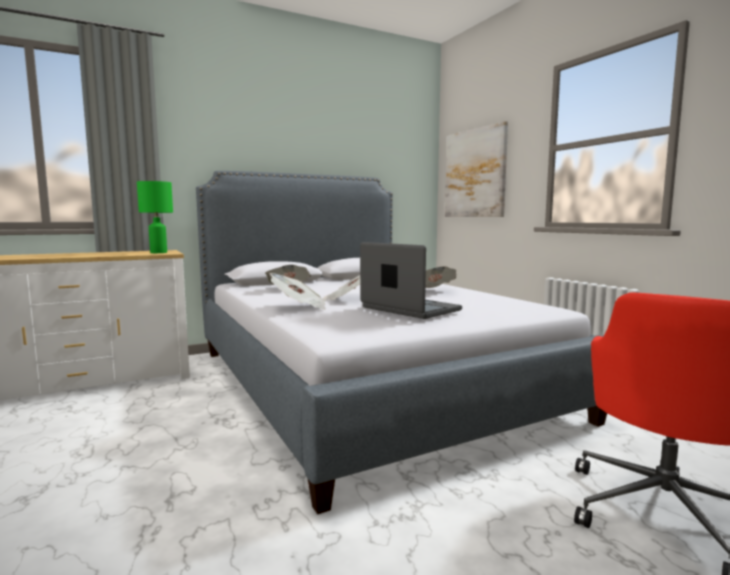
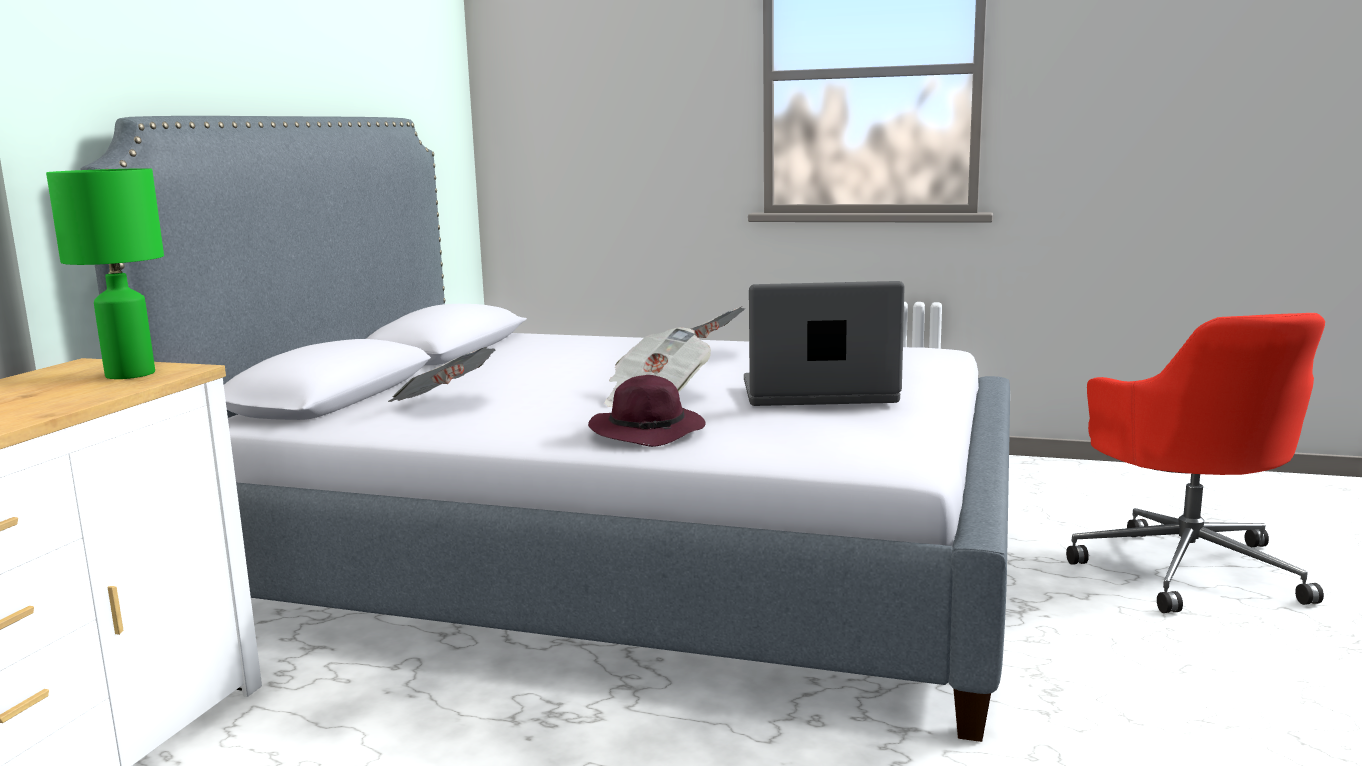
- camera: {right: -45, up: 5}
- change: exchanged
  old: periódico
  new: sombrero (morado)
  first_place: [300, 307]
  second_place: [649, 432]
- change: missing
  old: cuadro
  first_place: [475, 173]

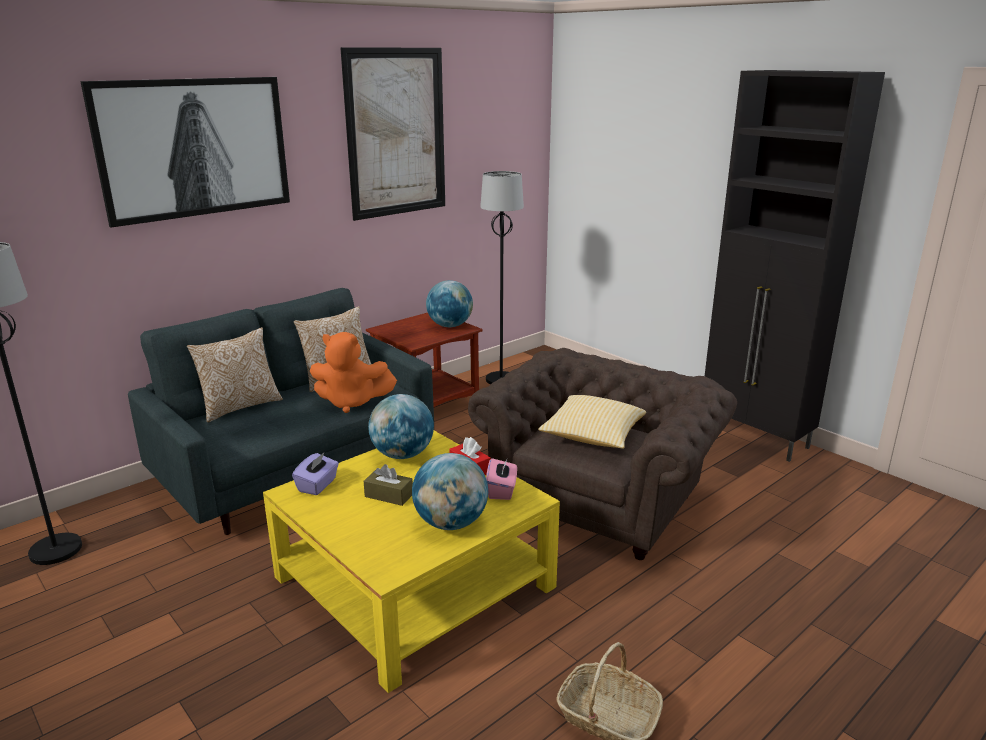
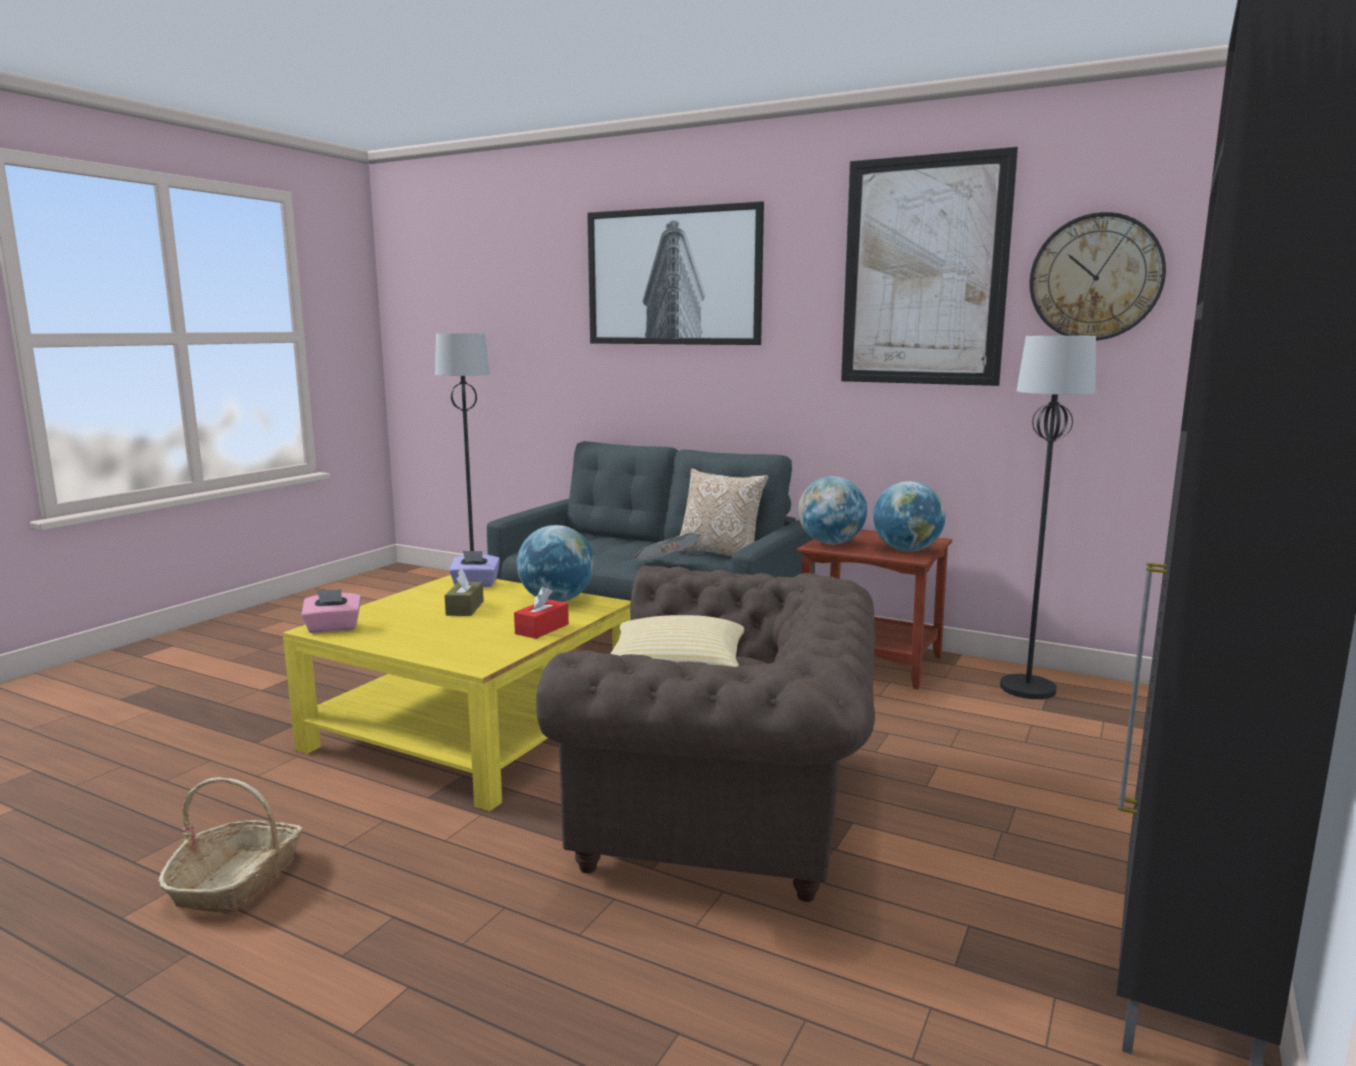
- camera: {right: 70, up: -10}
- change: relocated
  old: caja de pañuelos (rosa)
  first_place: [501, 490]
  second_place: [333, 628]
- change: exchanged
  old: peluche (naranja)
  new: periódico
  first_place: [351, 402]
  second_place: [666, 566]
- change: relocated
  old: globo terráqueo
  first_place: [450, 523]
  second_place: [830, 543]
- change: appeared
  new: reloj de pared
  second_place: [1095, 277]
- change: missing
  old: cojín
  first_place: [240, 406]

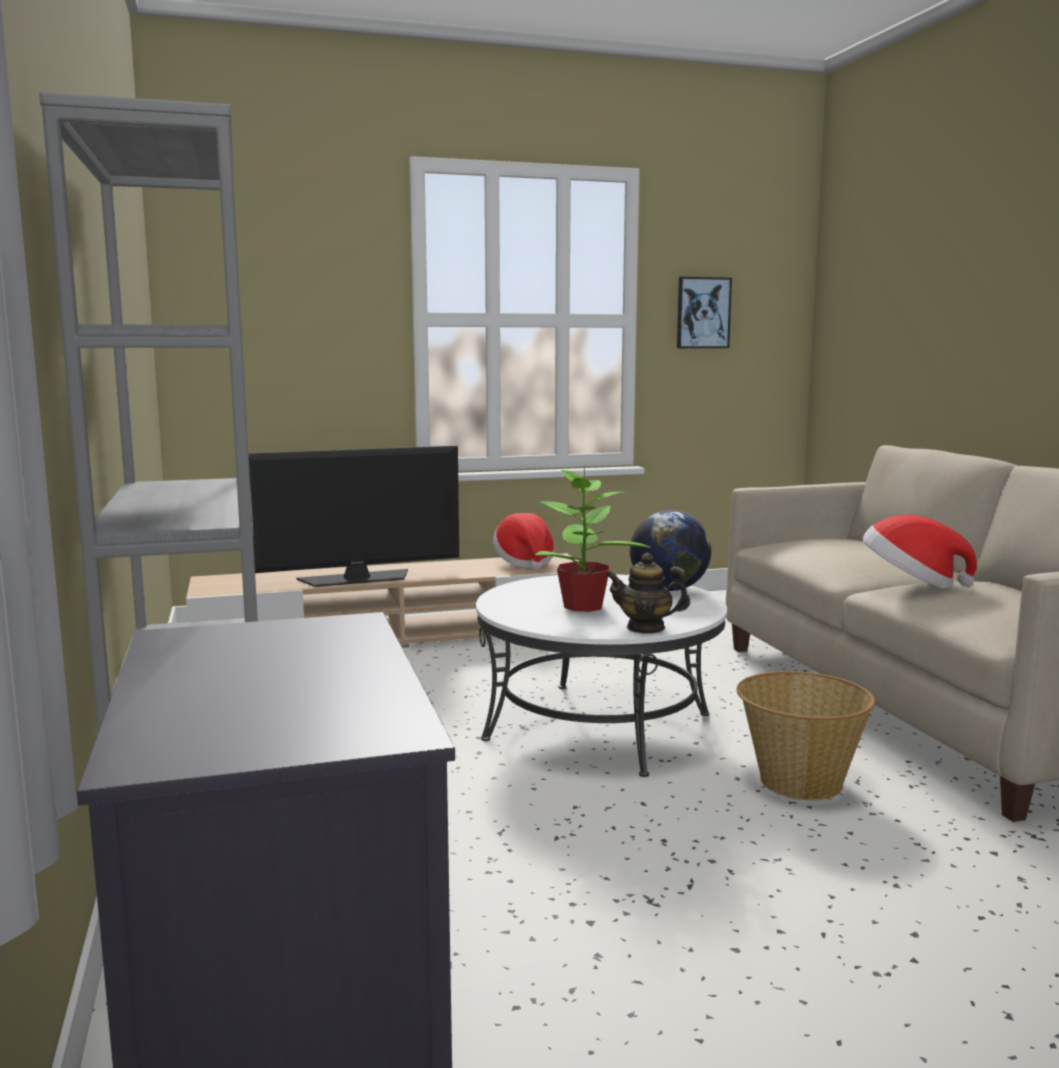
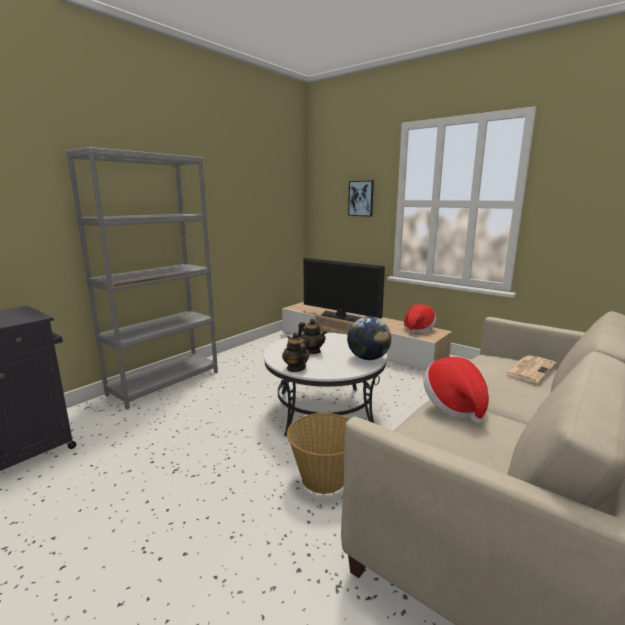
- camera: {right: 55, up: 5}
- change: exchanged
  old: planta en maceta
  new: tetera
  first_place: [583, 606]
  second_place: [312, 351]
- change: relocated
  old: cuadro
  first_place: [703, 313]
  second_place: [361, 198]
- change: appeared
  new: periódico
  second_place: [530, 369]

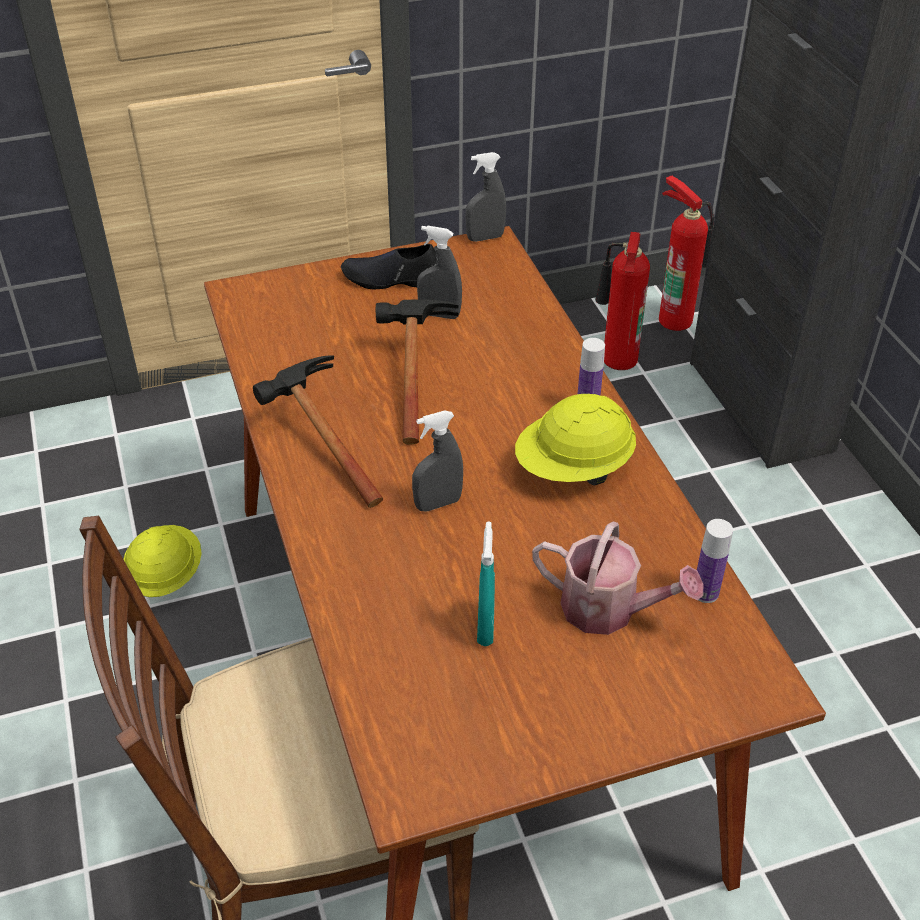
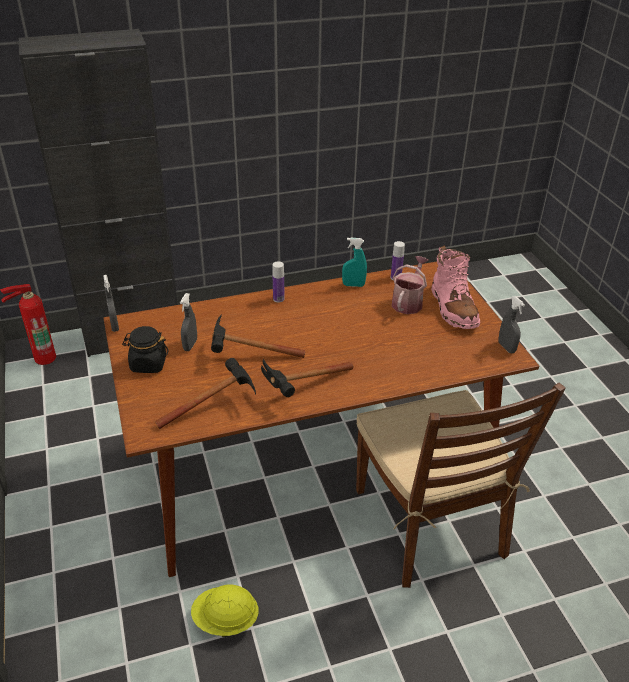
- camera: {right: -90, up: -5}
- change: exchanged
  old: zapato (negro)
  new: tarro (negro)
  first_place: [391, 278]
  second_place: [148, 364]
- change: appeared
  new: martillo
  second_place: [216, 405]
- change: relocated
  old: pulverizador (turquesa)
  first_place: [485, 627]
  second_place: [353, 285]
- change: appeared
  new: bota (rosa)
  second_place: [453, 308]
- change: relocated
  old: pulverizador (gris)
  first_place: [438, 503]
  second_place: [506, 347]
- change: missing
  old: casco (amarillo)
  first_place: [573, 468]
- change: missing
  old: extintor
  first_place: [616, 361]

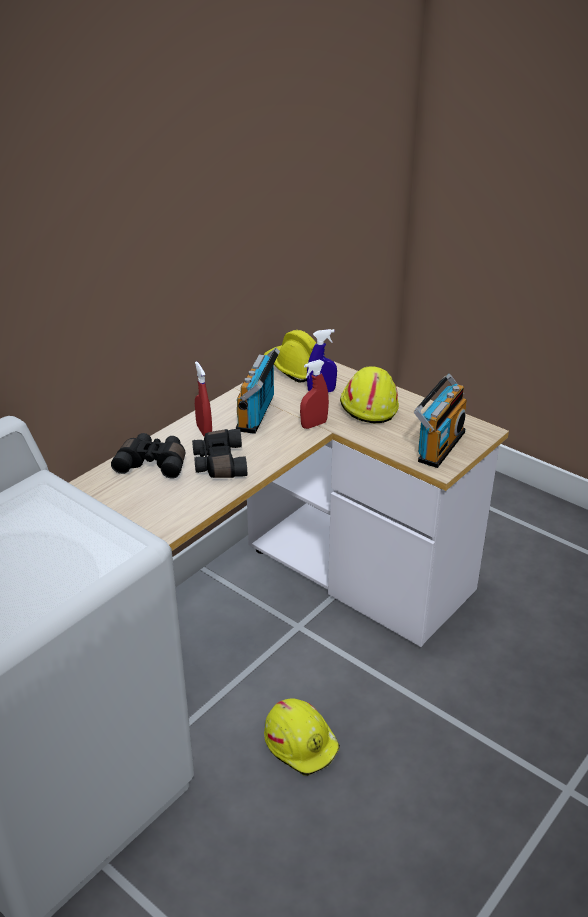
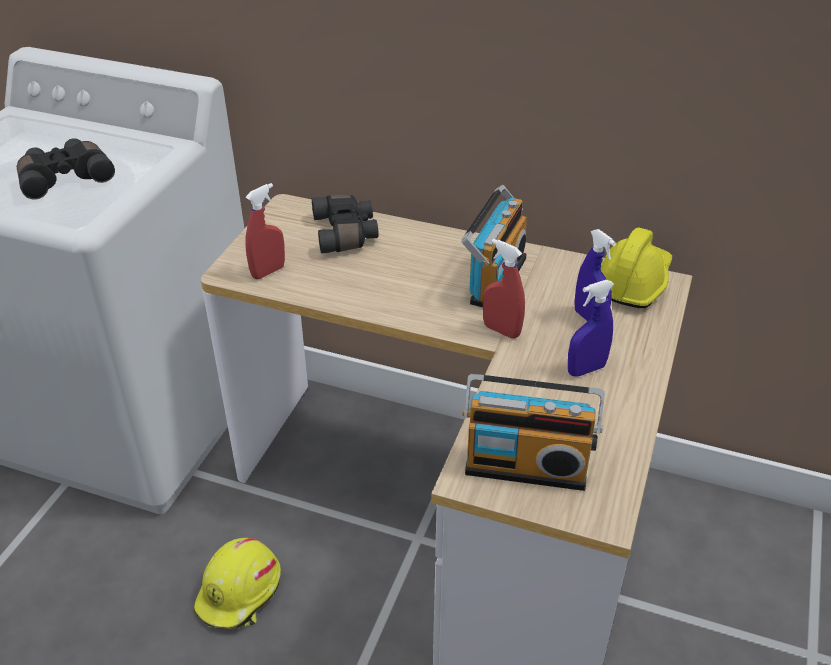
- camera: {right: 70, up: 5}
- change: relocated
  old: prismáticos (negro)
  first_place: [218, 463]
  second_place: [65, 178]
- change: relocated
  old: pulverizador (rojo)
  first_place: [204, 431]
  second_place: [268, 272]
- change: spun
  old: radio
  first_place: [258, 414]
  second_place: [493, 279]
  degrees: 120
- change: exchanged
  old: casco (amarillo)
  new: pulverizador (azul)
  first_place: [367, 405]
  second_place: [586, 369]

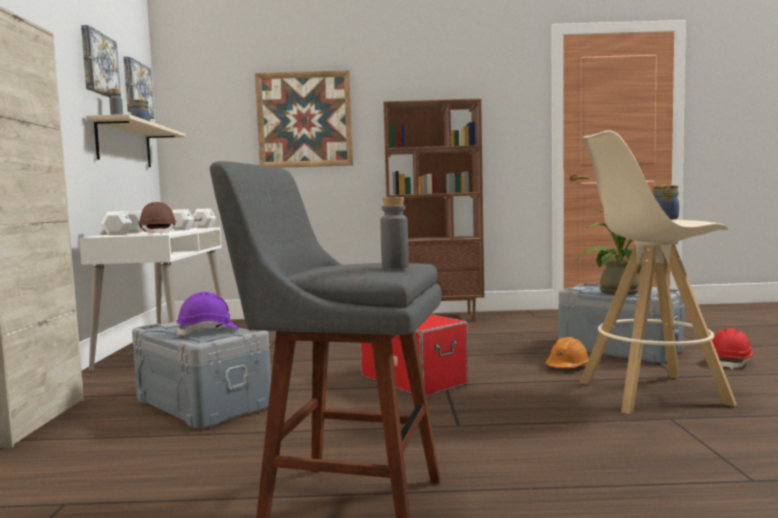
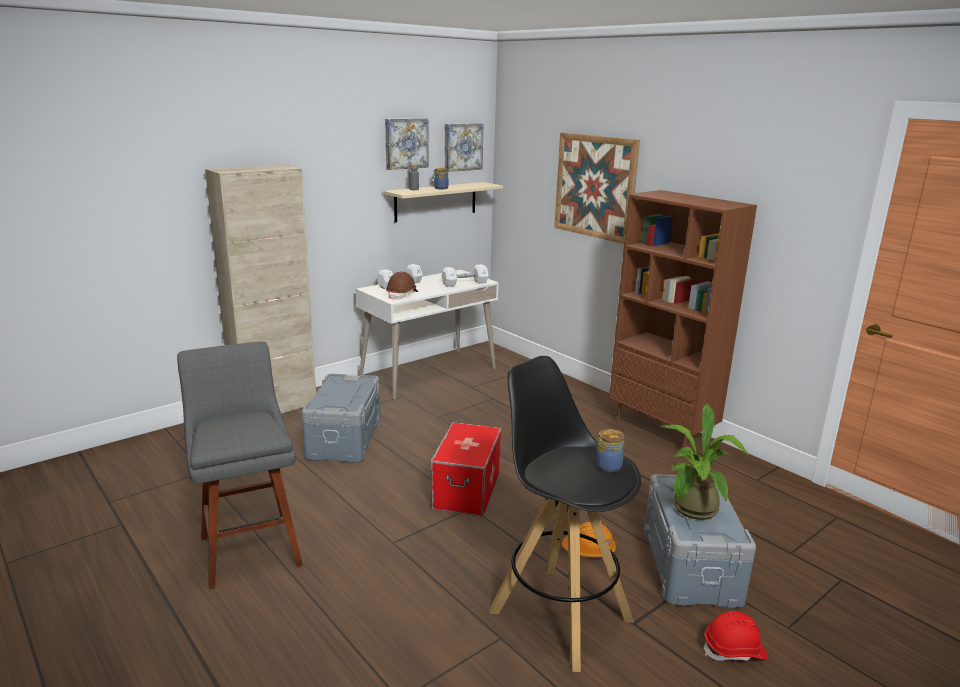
- camera: {right: 50, up: 15}
- change: colour
  old: taburete (beis)
  new: taburete (negro)
  first_place: [650, 393]
  second_place: [559, 614]
- change: missing
  old: casco (morado)
  first_place: [208, 331]
- change: missing
  old: botella (gris)
  first_place: [395, 267]

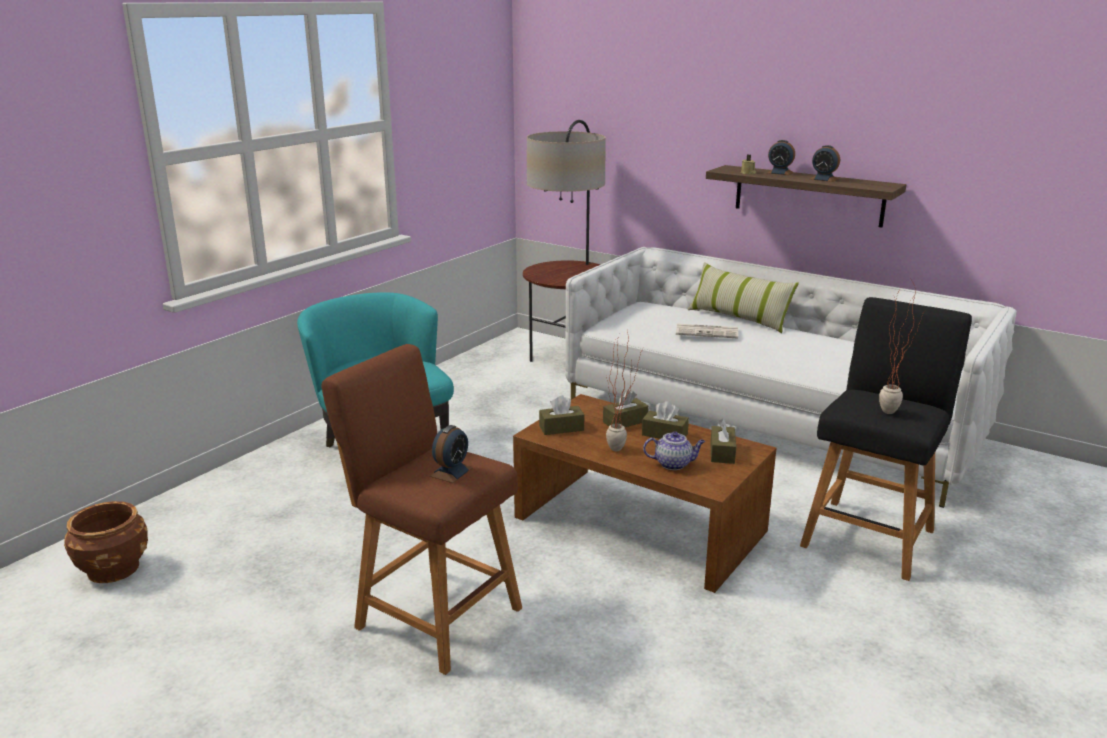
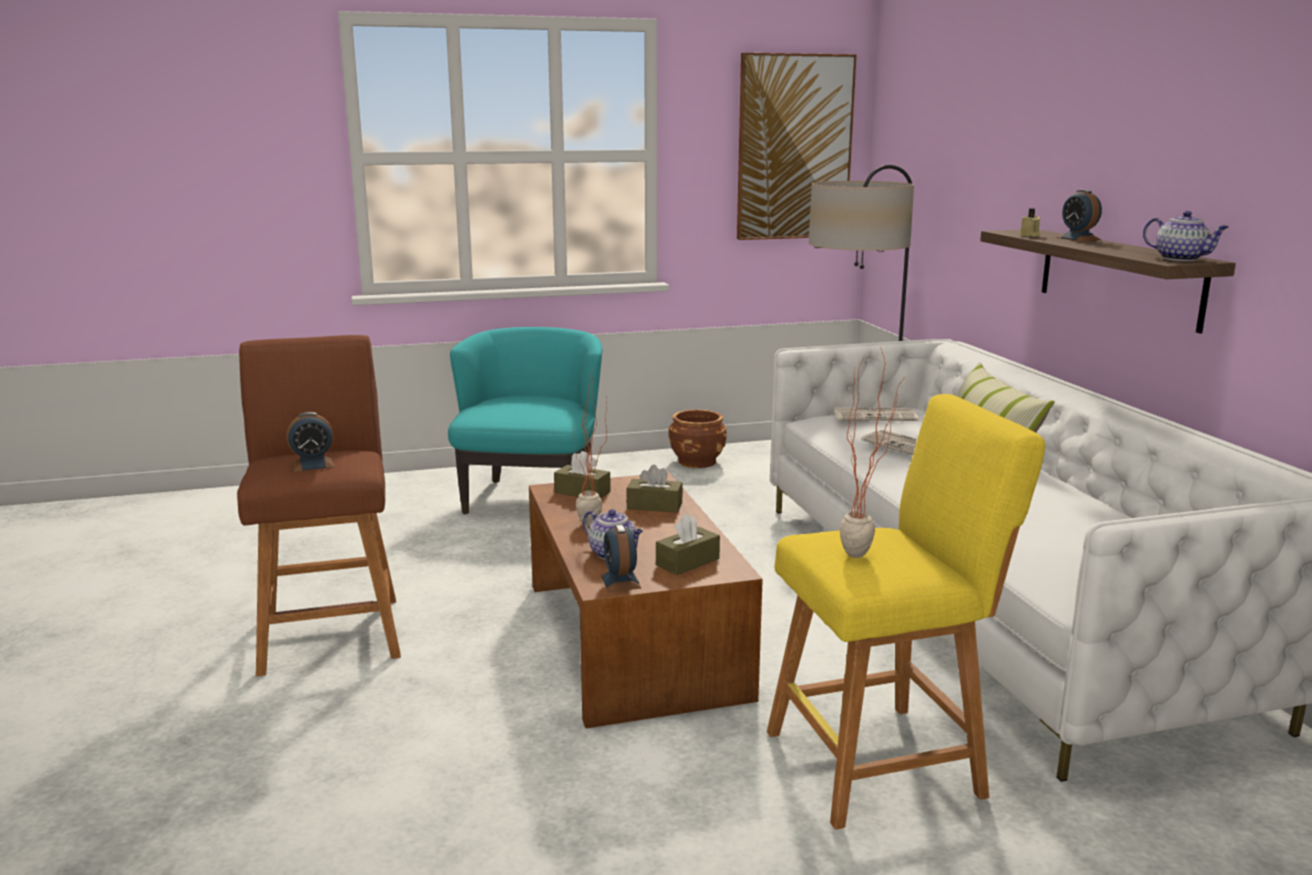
- camera: {right: 40, up: -5}
- change: relocated
  old: despertador
  first_place: [824, 179]
  second_place: [620, 581]
- change: relocated
  old: maceta (marrón)
  first_place: [114, 568]
  second_place: [697, 461]
- change: appeared
  new: cuadro
  second_place: [794, 148]
- change: colour
  old: taburete (negro)
  new: taburete (amarillo)
  first_place: [870, 535]
  second_place: [883, 761]
- change: appeared
  new: periódico
  second_place: [876, 416]
- change: appeared
  new: tetera
  second_place: [1181, 259]
- change: missing
  old: caja de pañuelos (marrón)
  first_place: [664, 434]

